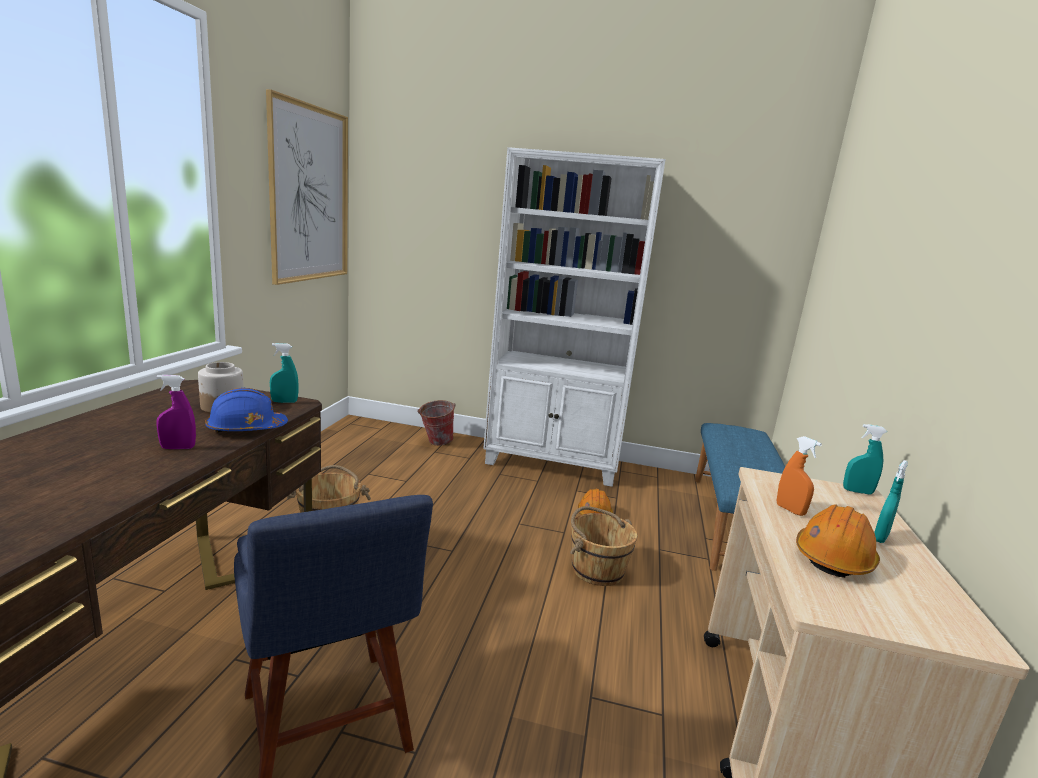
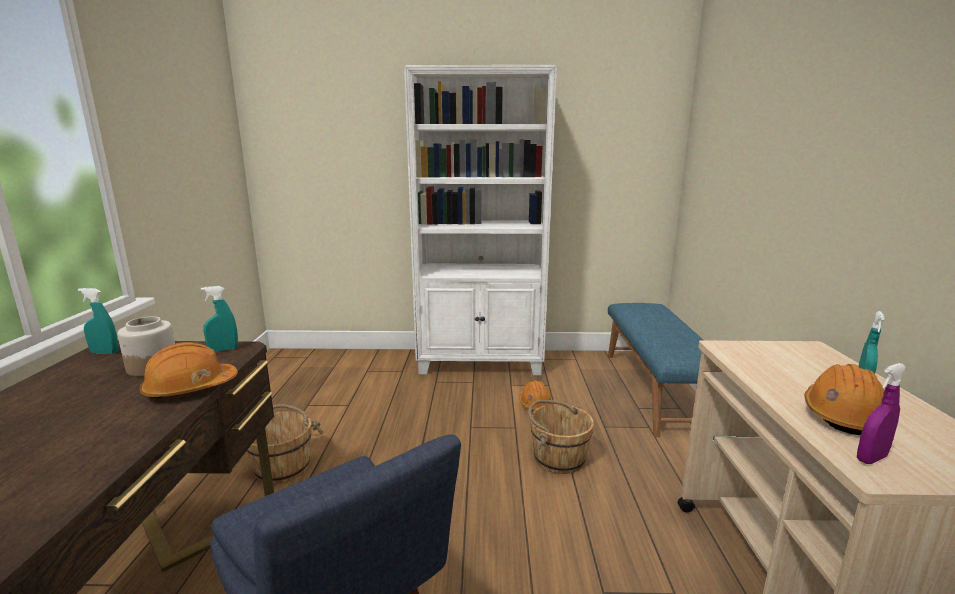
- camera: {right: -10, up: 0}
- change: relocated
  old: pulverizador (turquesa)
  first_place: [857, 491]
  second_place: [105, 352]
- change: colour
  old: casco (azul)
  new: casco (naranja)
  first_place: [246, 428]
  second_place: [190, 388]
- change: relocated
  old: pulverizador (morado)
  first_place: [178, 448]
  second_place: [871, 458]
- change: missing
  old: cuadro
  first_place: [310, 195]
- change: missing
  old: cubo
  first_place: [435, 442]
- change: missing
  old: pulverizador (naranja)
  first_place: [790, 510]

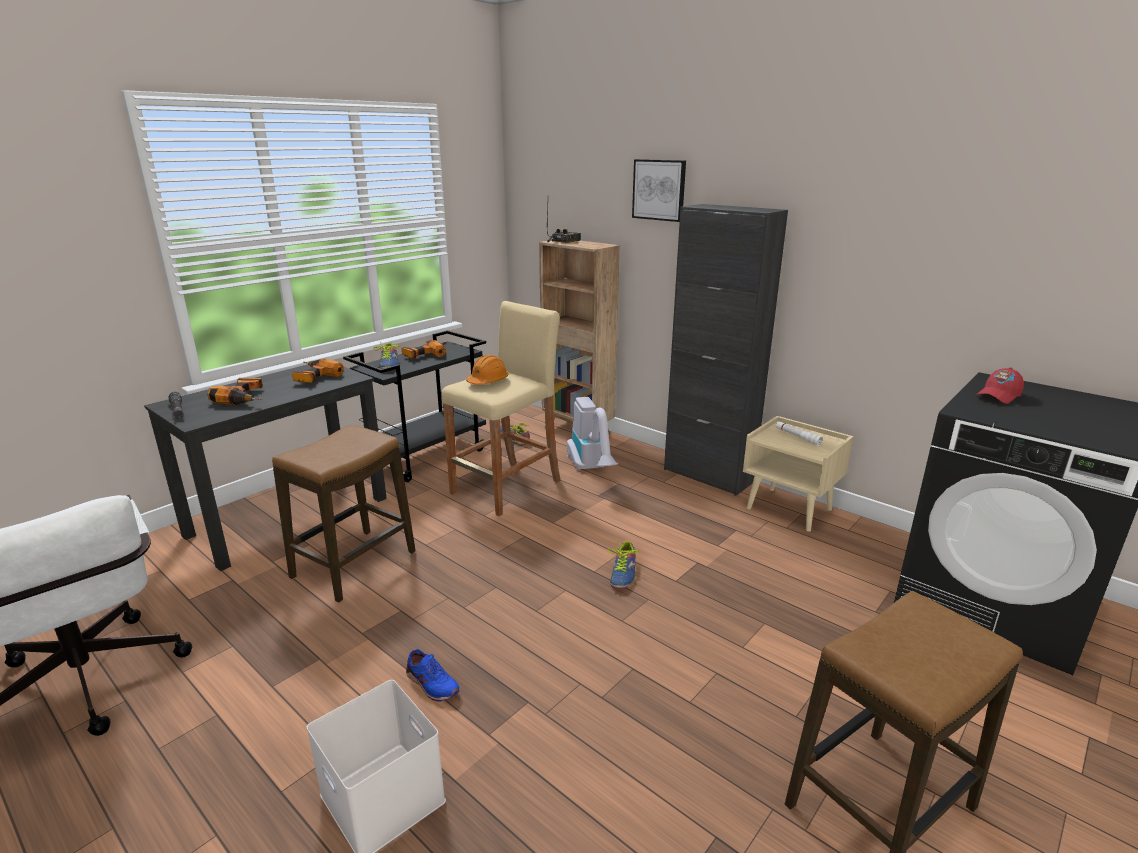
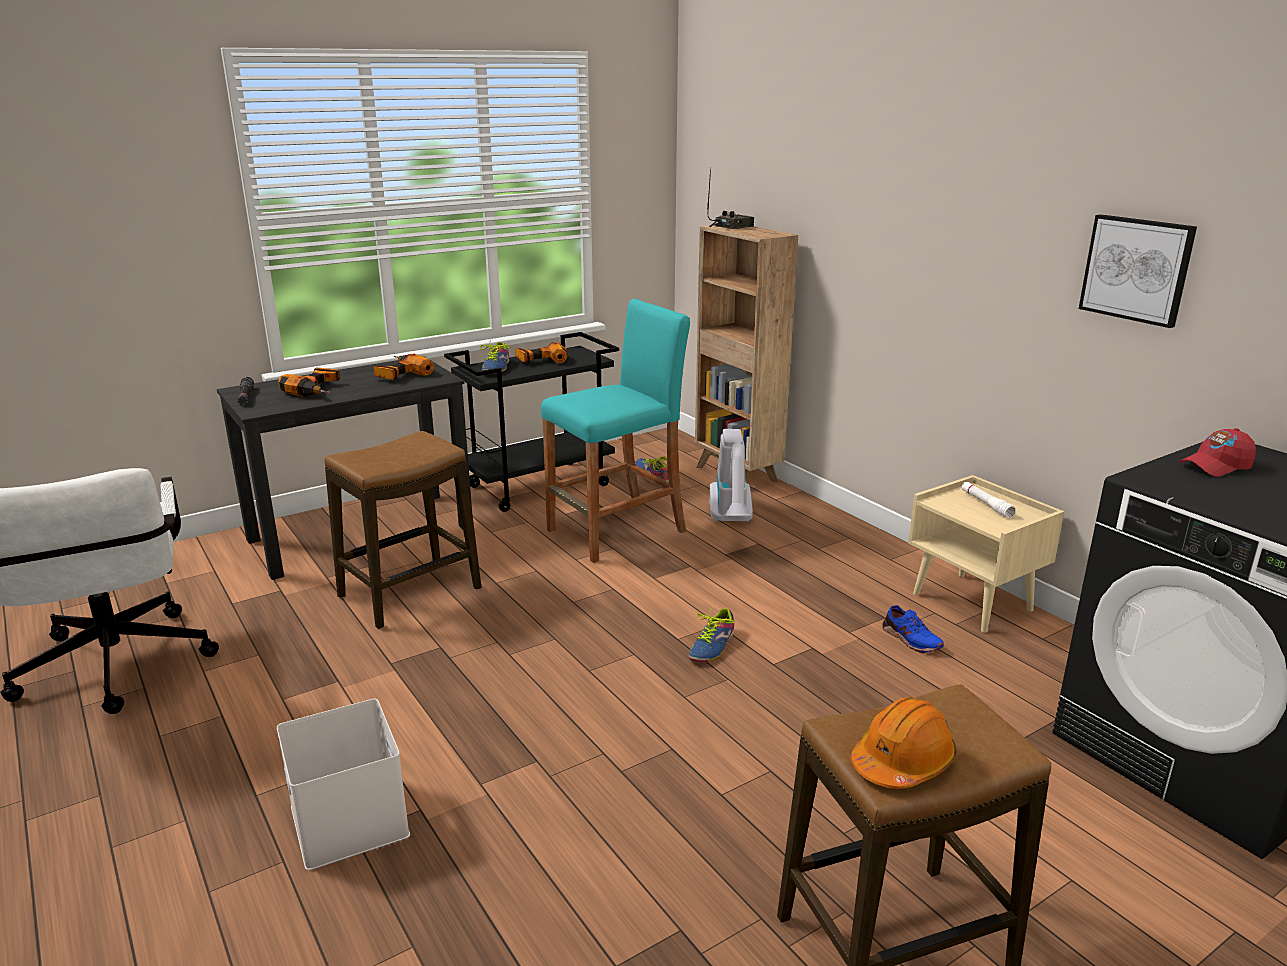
- camera: {right: 15, up: 0}
- change: colour
  old: taburete (beis)
  new: taburete (turquesa)
  first_place: [506, 487]
  second_place: [616, 531]
- change: relocated
  old: casco (naranja)
  first_place: [488, 381]
  second_place: [902, 761]
- change: relocated
  old: zapato (azul)
  first_place: [431, 684]
  second_place: [910, 639]
- change: relocated
  old: cuadro
  first_place: [659, 190]
  second_place: [1136, 269]
- change: missing
  old: armario (negro)
  first_place: [708, 475]

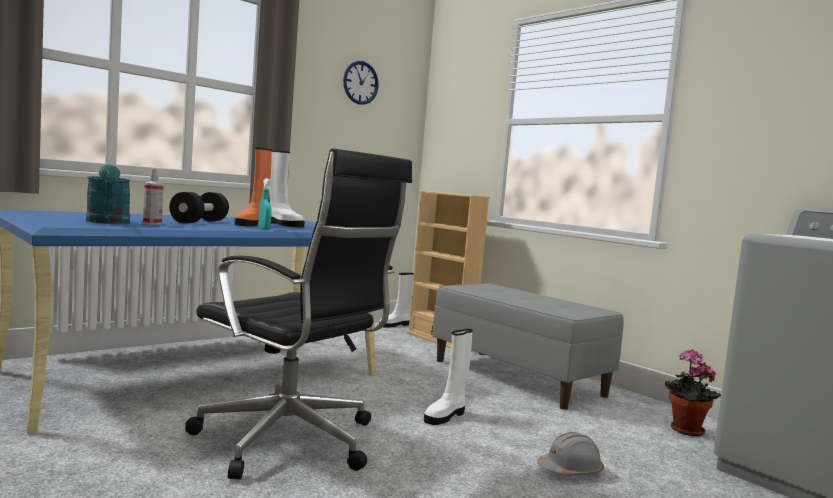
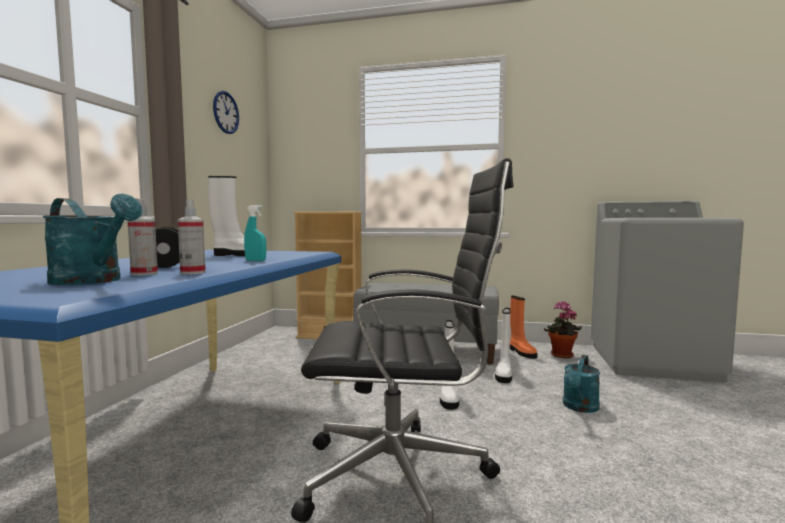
- camera: {right: -35, up: 0}
- change: appeared
  new: pulverizador
  second_place: [193, 273]
- change: relocated
  old: bota (blanco)
  first_place: [395, 325]
  second_place: [504, 374]
- change: relocated
  old: bota (naranja)
  first_place: [252, 224]
  second_place: [521, 352]
- change: exchanged
  old: casco (gris)
  new: regadera (turquesa)
  first_place: [570, 470]
  second_place: [579, 408]

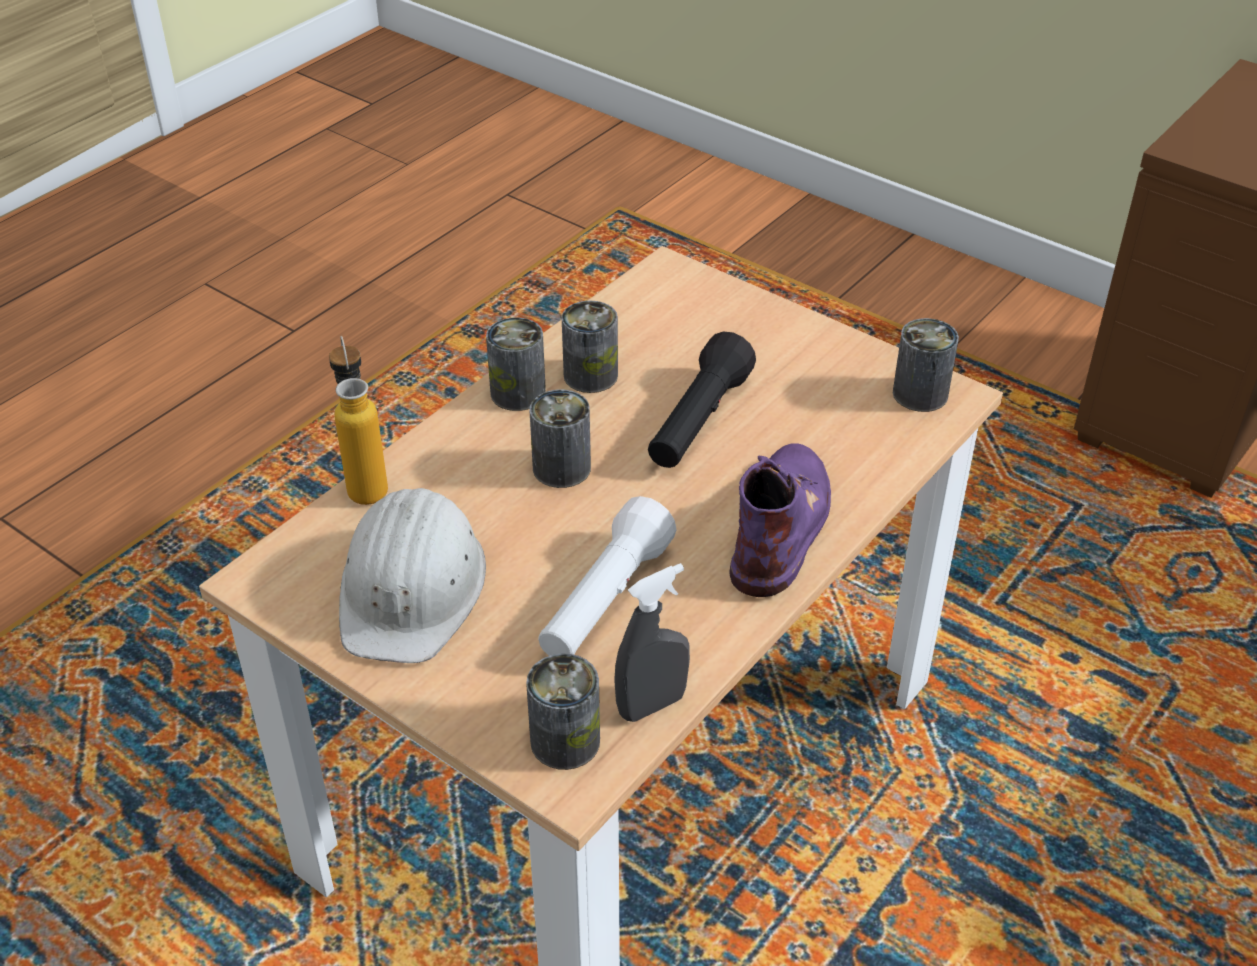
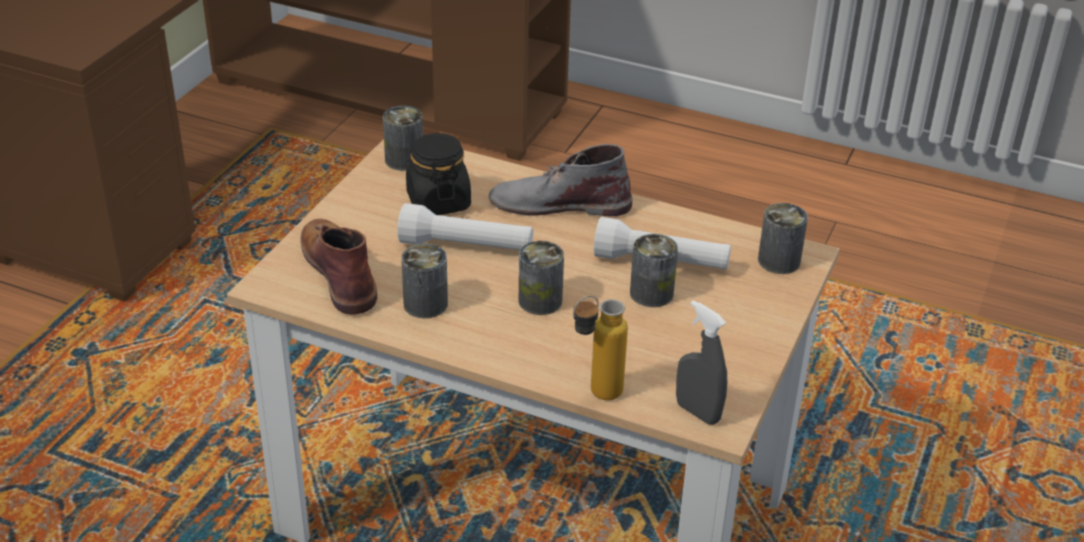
- camera: {right: -105, up: -5}
- change: appeared
  new: bota (marrón)
  second_place: [339, 270]
- change: colour
  old: linterna (negro)
  new: linterna (blanco)
  first_place: [698, 422]
  second_place: [466, 247]
- change: appeared
  new: tarro (negro)
  second_place: [438, 201]
- change: colour
  old: bota (morado)
  new: bota (gris)
  first_place: [781, 524]
  second_place: [559, 203]
- change: relocated
  old: lata
  first_place: [518, 393]
  second_place: [651, 293]
- change: relocated
  old: pulverizador (gris)
  first_place: [651, 705]
  second_place: [697, 412]
- change: missing
  old: casco (blanco)
  first_place: [413, 587]

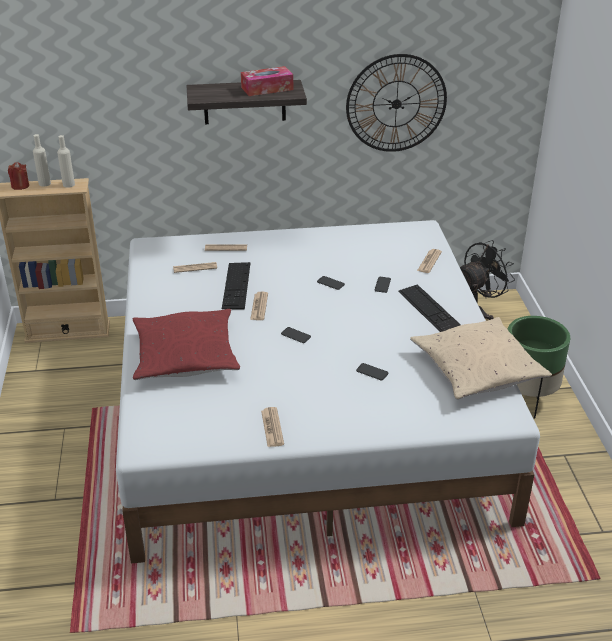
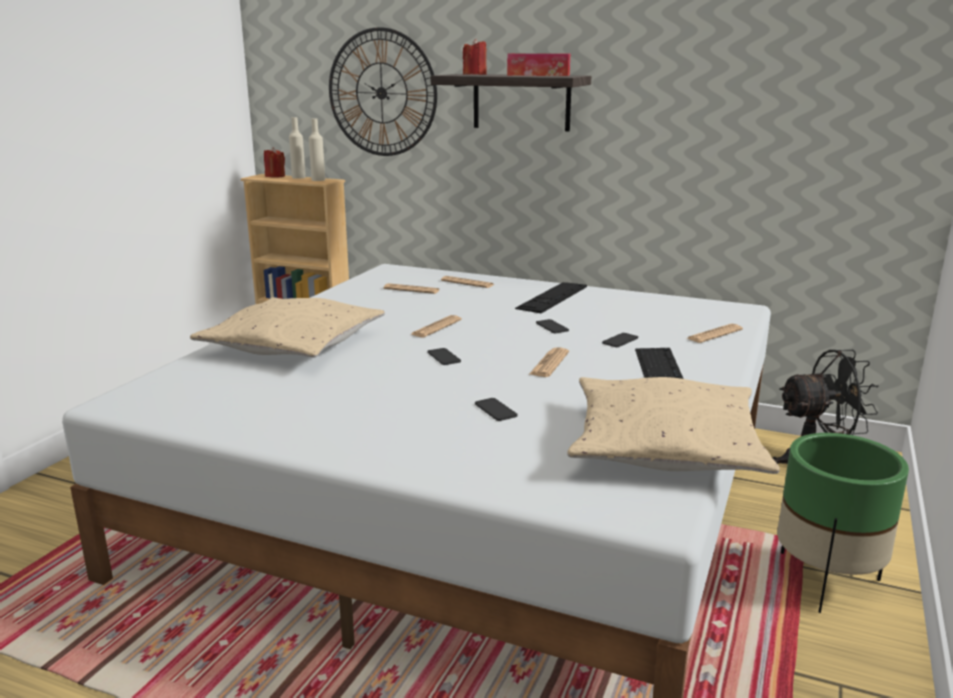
- camera: {right: 30, up: -15}
- change: colour
  old: cojín (rojo)
  new: cojín (beis)
  first_place: [185, 355]
  second_place: [293, 344]
- change: relocated
  old: reloj de pared
  first_place: [396, 104]
  second_place: [381, 93]
- change: appeared
  new: vela (rojo)
  second_place: [475, 75]
- change: relocated
  old: teclado
  first_place: [236, 285]
  second_place: [552, 297]
- change: relocated
  old: periódico
  first_place: [272, 427]
  second_place: [549, 363]

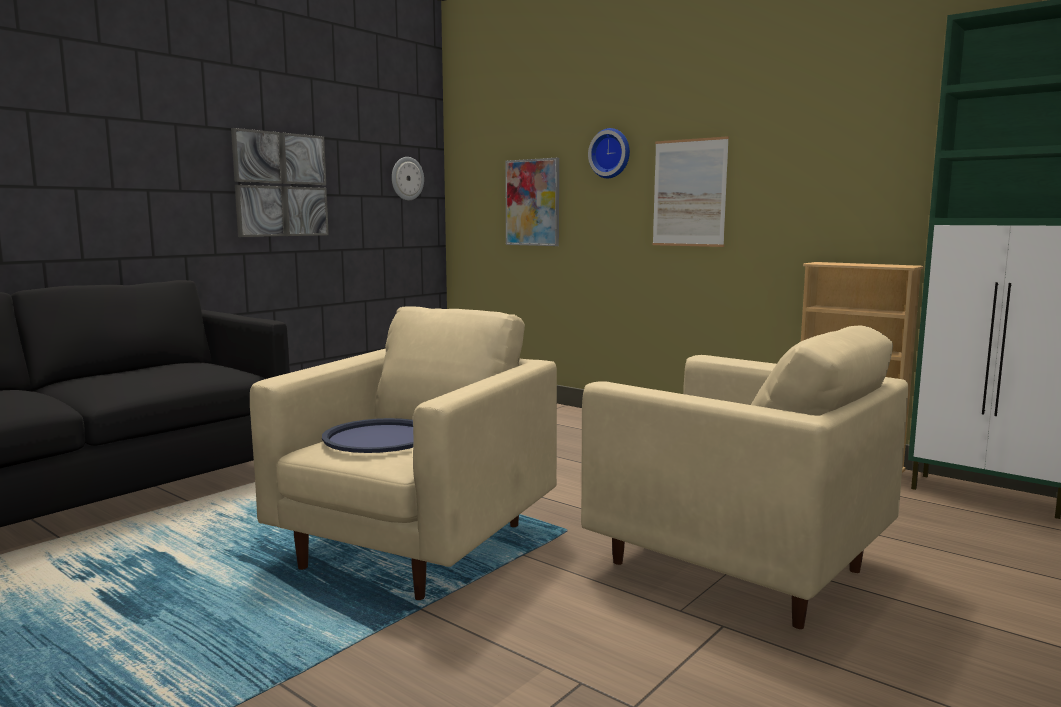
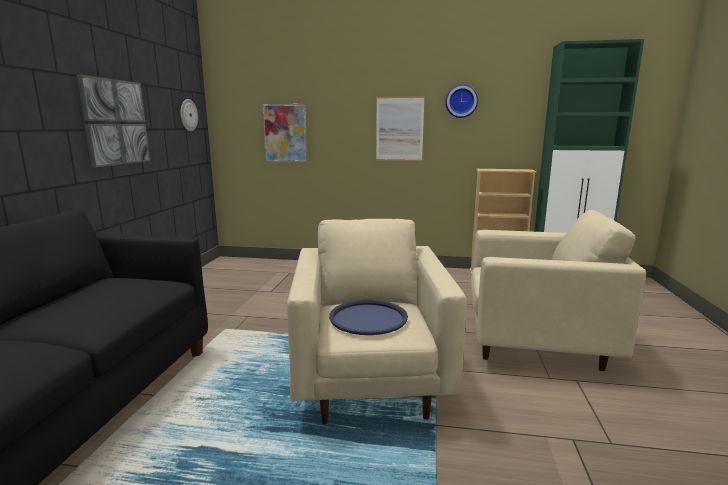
- camera: {right: -30, up: 5}
- change: relocated
  old: reloj de pared
  first_place: [611, 153]
  second_place: [461, 101]

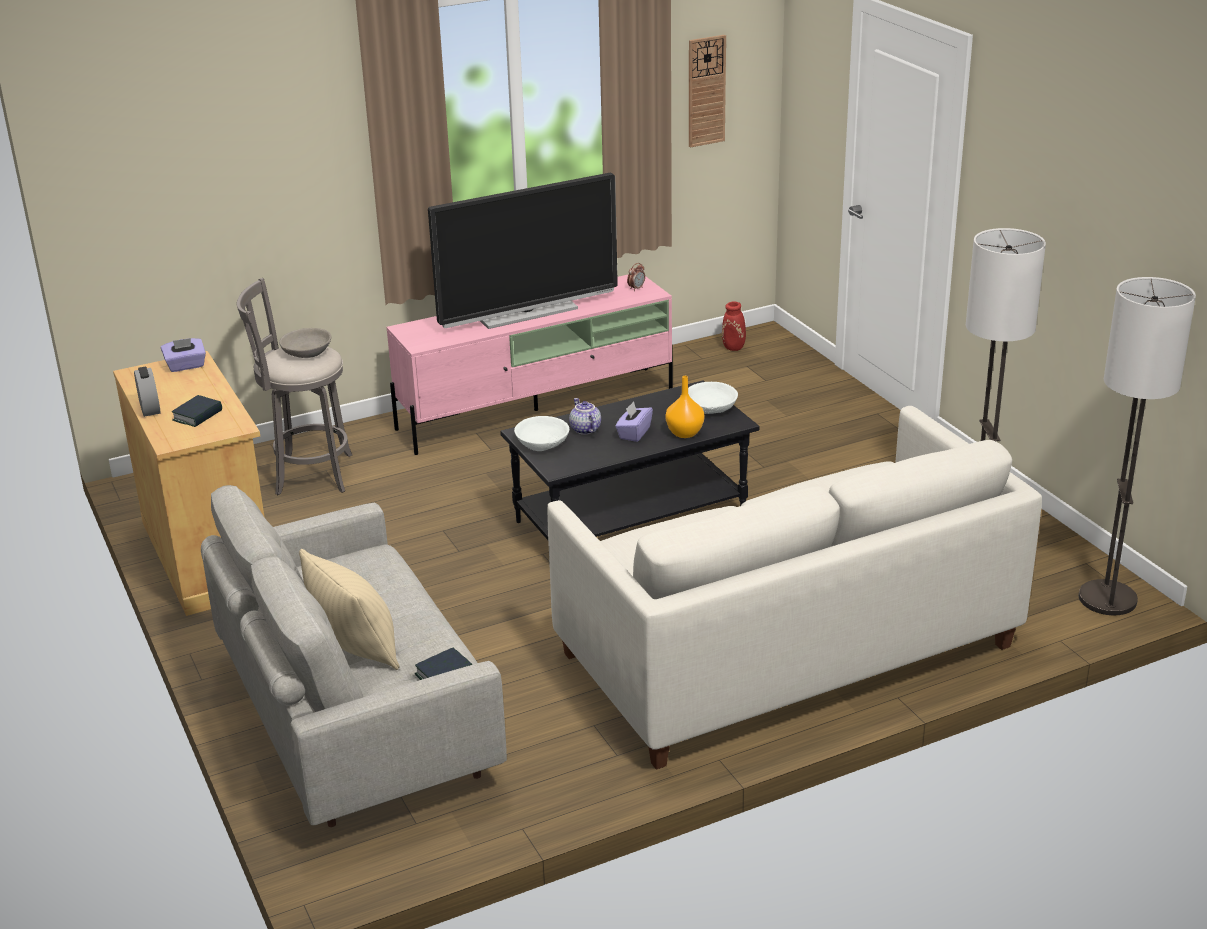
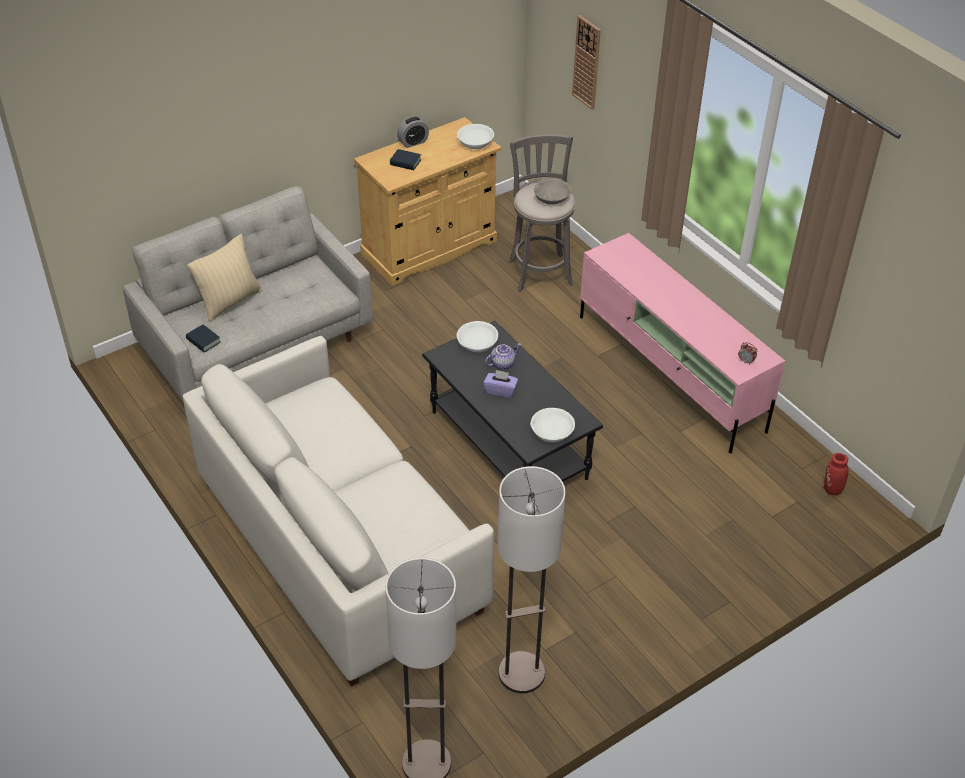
- camera: {right: 80, up: 15}
- change: exchanged
  old: caja de pañuelos (morado)
  new: cuenco (blanco)
  first_place: [186, 366]
  second_place: [475, 143]
- change: relocated
  old: reloj de pared
  first_place: [706, 91]
  second_place: [587, 62]
- change: missing
  old: televisor
  first_place: [527, 313]
- change: missing
  old: florero (naranja)
  first_place: [684, 433]

